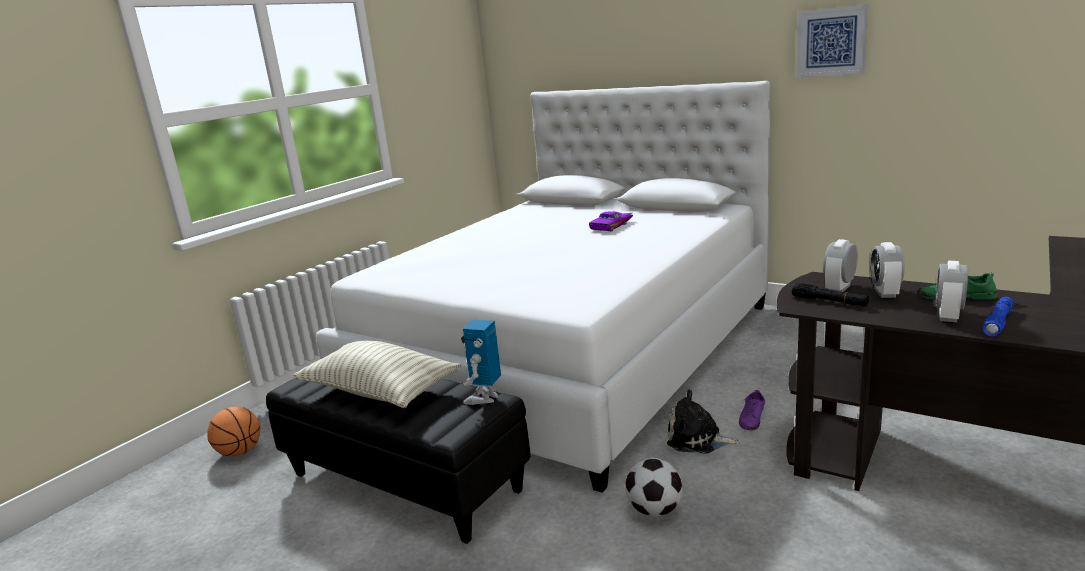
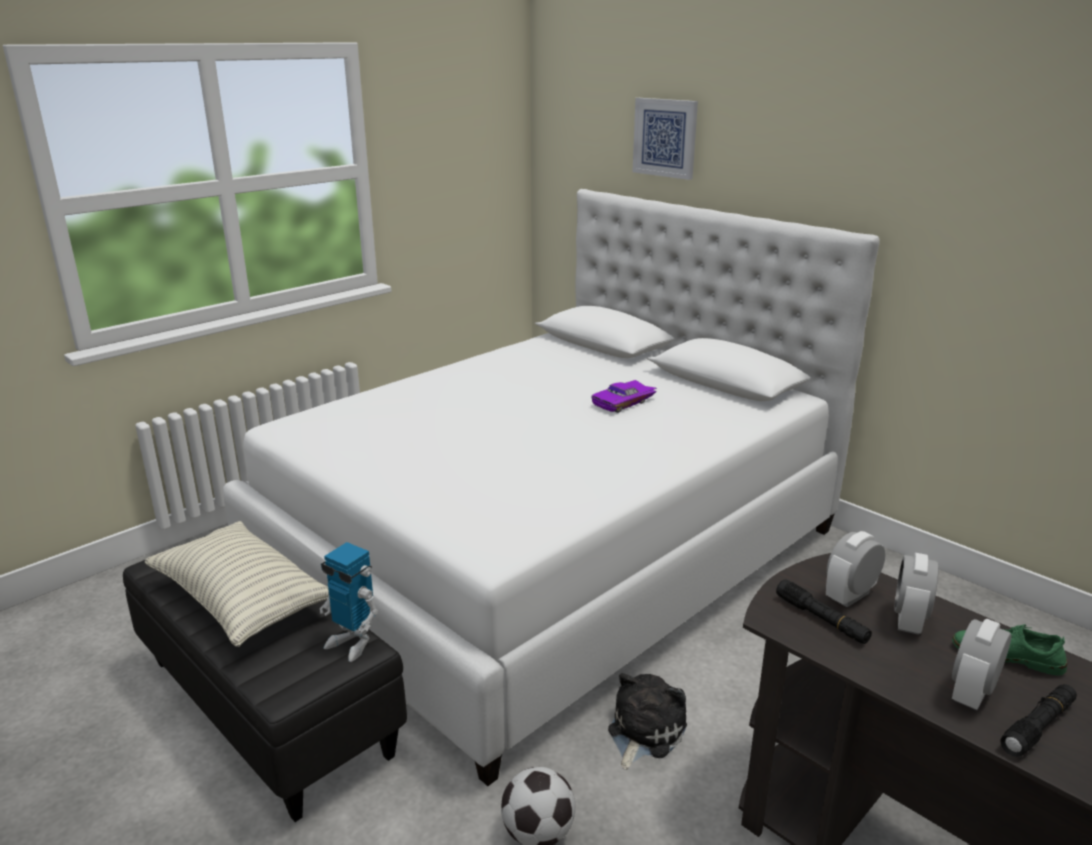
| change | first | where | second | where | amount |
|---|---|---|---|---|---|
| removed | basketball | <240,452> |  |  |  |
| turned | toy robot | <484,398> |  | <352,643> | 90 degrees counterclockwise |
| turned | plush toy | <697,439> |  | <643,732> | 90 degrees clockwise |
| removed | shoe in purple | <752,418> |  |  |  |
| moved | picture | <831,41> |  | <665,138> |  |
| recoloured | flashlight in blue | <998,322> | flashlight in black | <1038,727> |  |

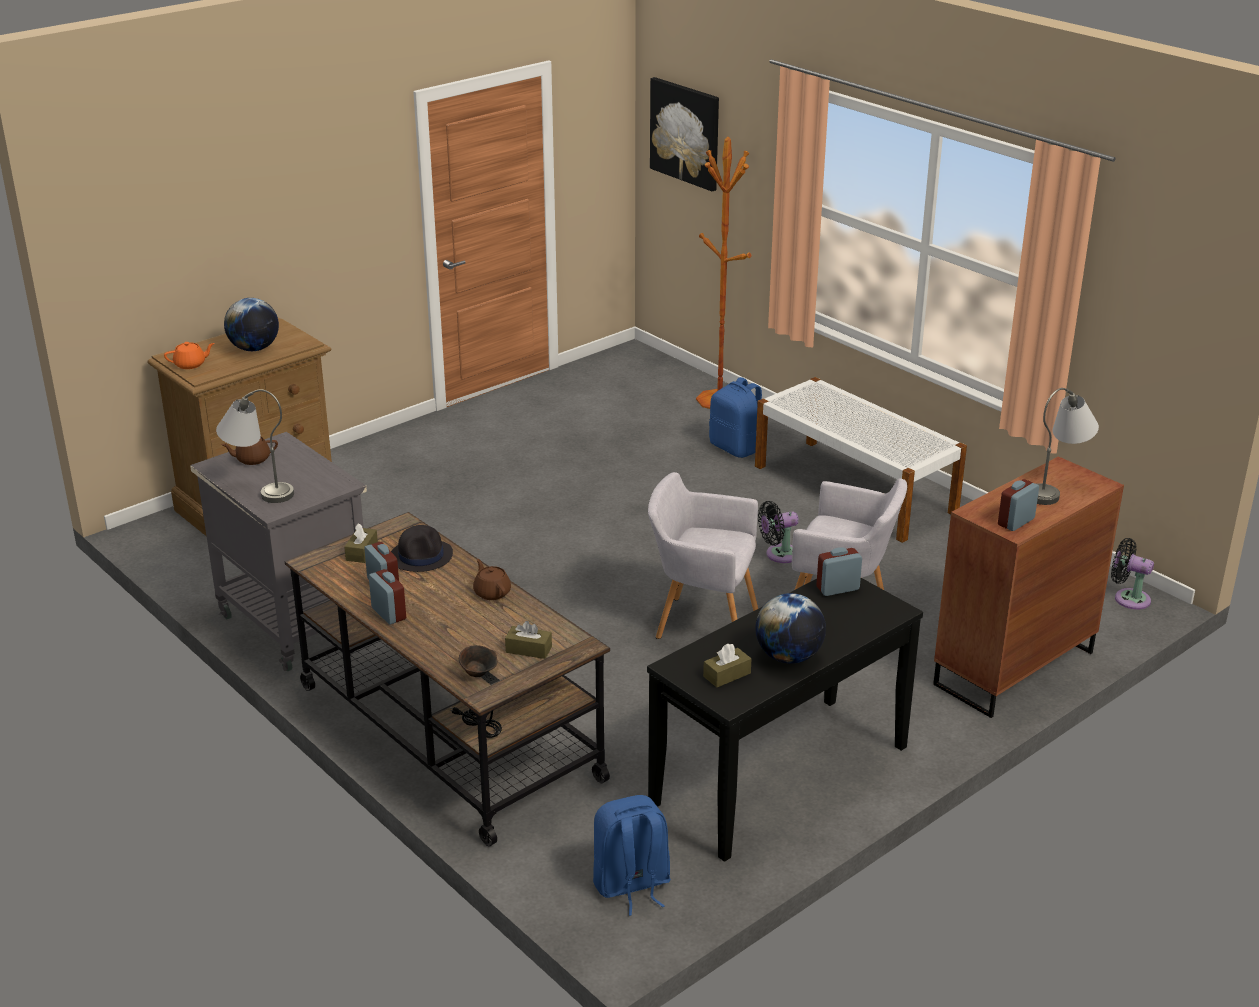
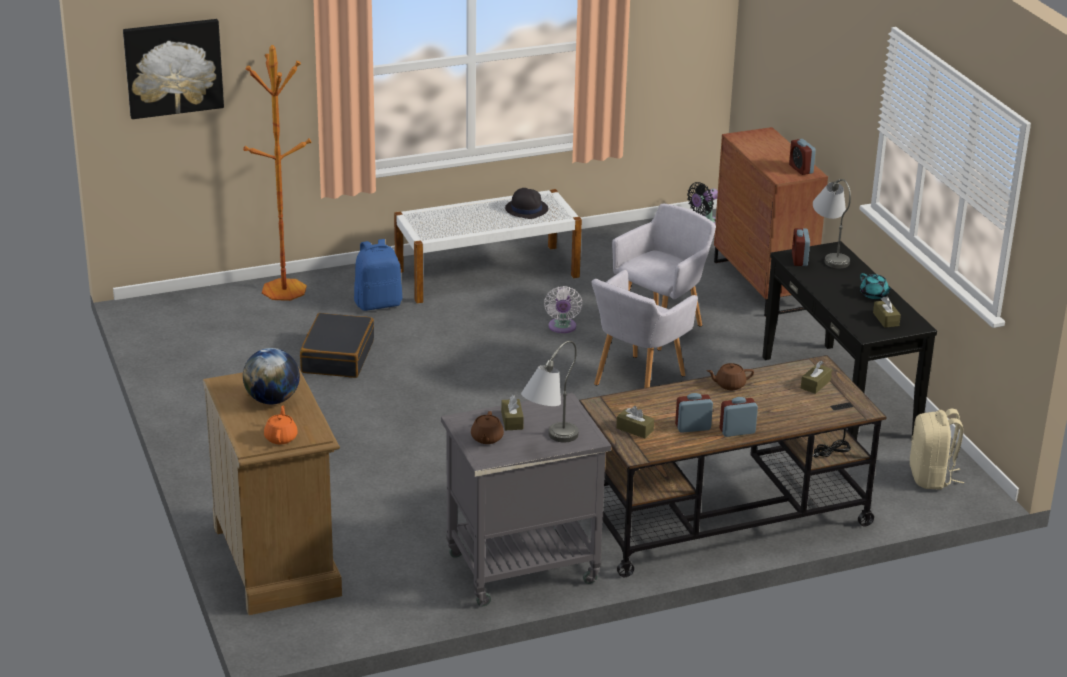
| change | first | where | second | where | amount |
|---|---|---|---|---|---|
| moved | hat in black | <421,556> |  | <526,209> |  |
| removed | bowl in brown | <478,673> |  |  |  |
| recoloured | backpack in blue | <631,885> | backpack in beige | <931,477> |  |
| replaced | globe | <789,657> | teapot in turquoise | <874,295> |  |
| recoloured | fan in black | <779,555> | fan in white | <562,328> |  |
| moved | table lamp in grey | <1057,489> |  | <830,254> |  |
| added |  |  | suitcase in black | <337,356> |  |
| added |  |  | tissue box in brown | <512,421> |  |

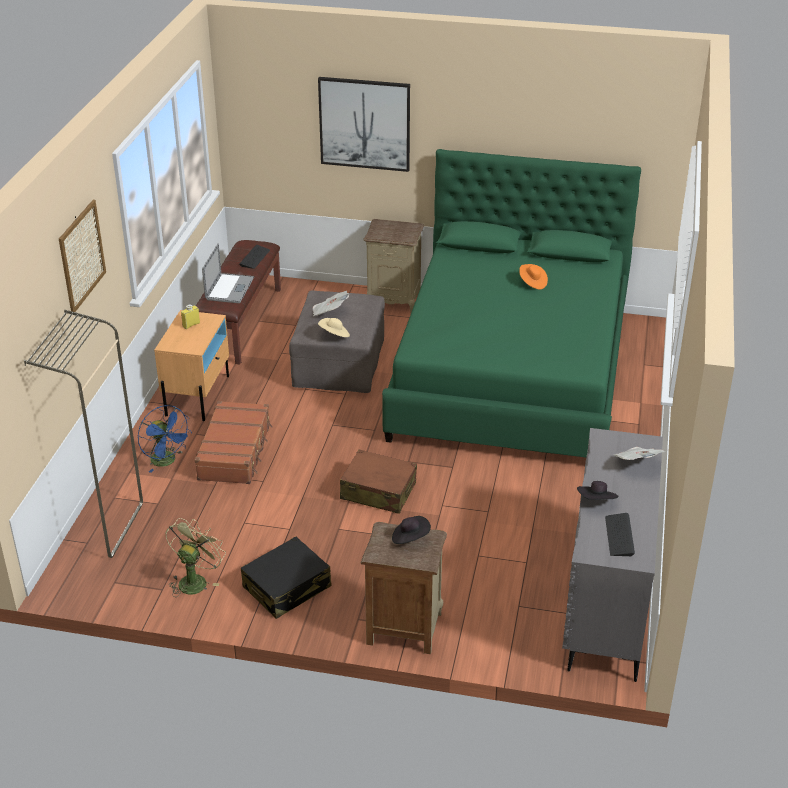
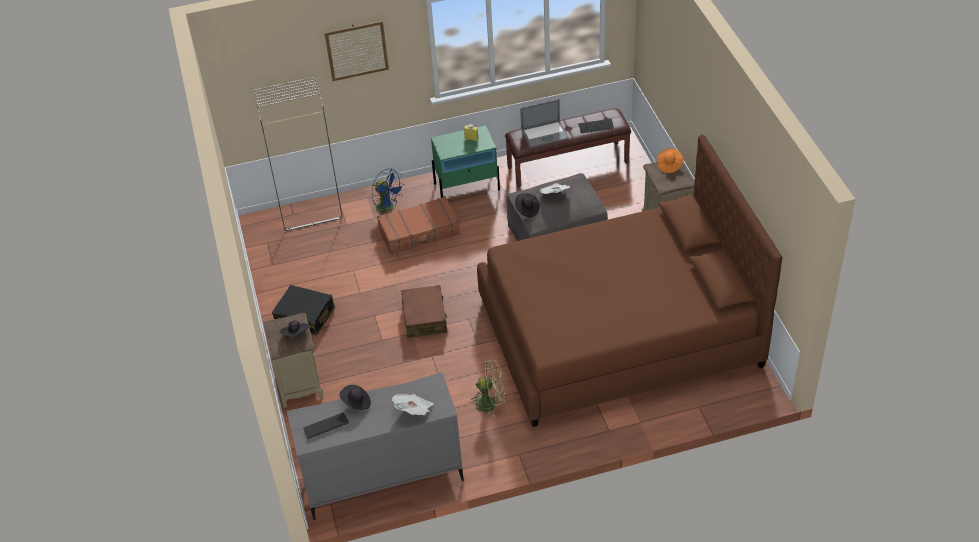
| change | first | where | second | where | amount |
|---|---|---|---|---|---|
| turned | fan in blue | <167,461> |  | <388,208> | 75 degrees counterclockwise |
| recoloured | nightstand in beige | <198,395> | nightstand in green | <467,186> |  |
| moved | fan in green | <195,580> |  | <491,403> |  |
| removed | picture | <364,123> |  |  |  |
| recoloured | hat in beige | <334,335> | hat in black | <527,210> |  |
| recoloured | bed in green | <511,374> | bed in brown | <619,331> |  |
| moved | hat in orange | <532,283> |  | <669,165> |  |

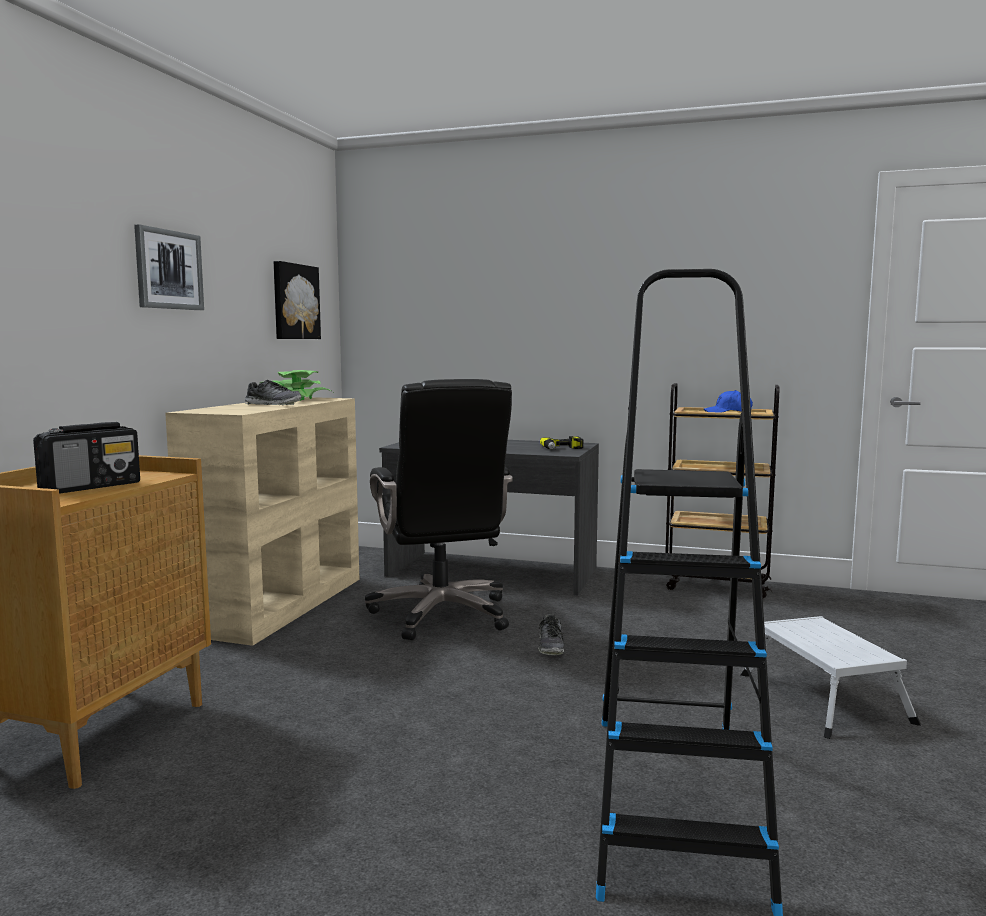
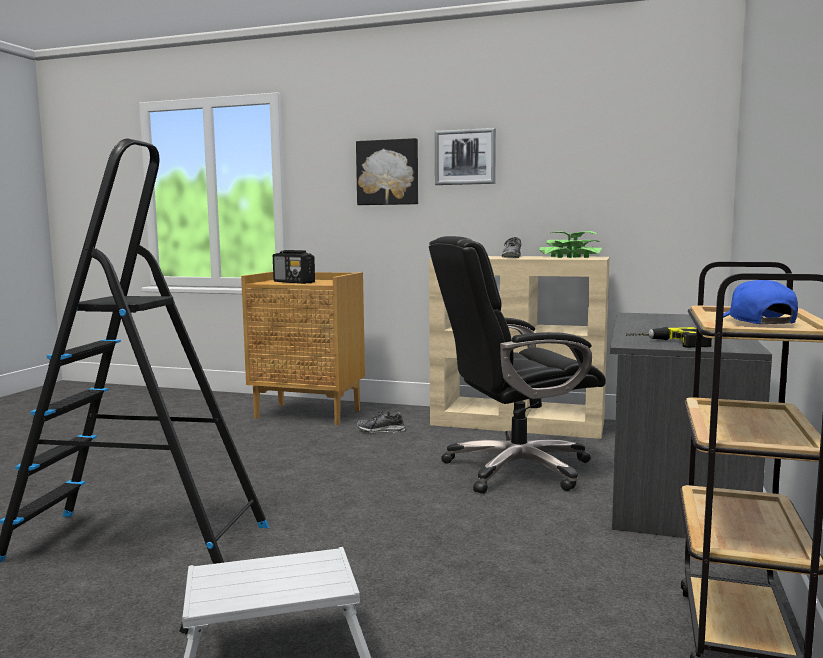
| change | first | where | second | where | amount |
|---|---|---|---|---|---|
| moved | picture | <294,302> |  | <388,172> |  |
| moved | shoe | <551,646> |  | <381,430> |  |

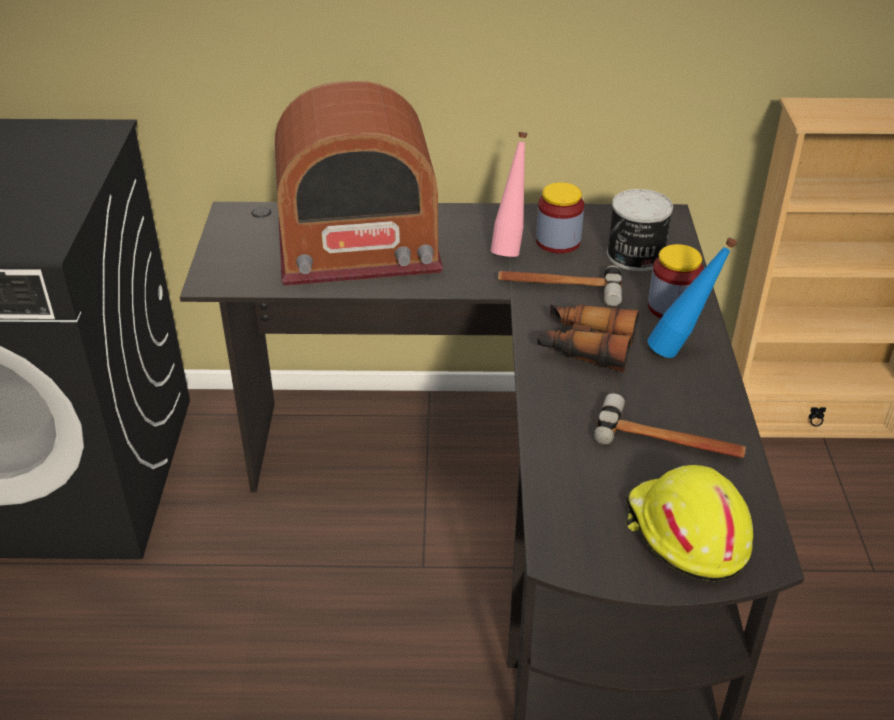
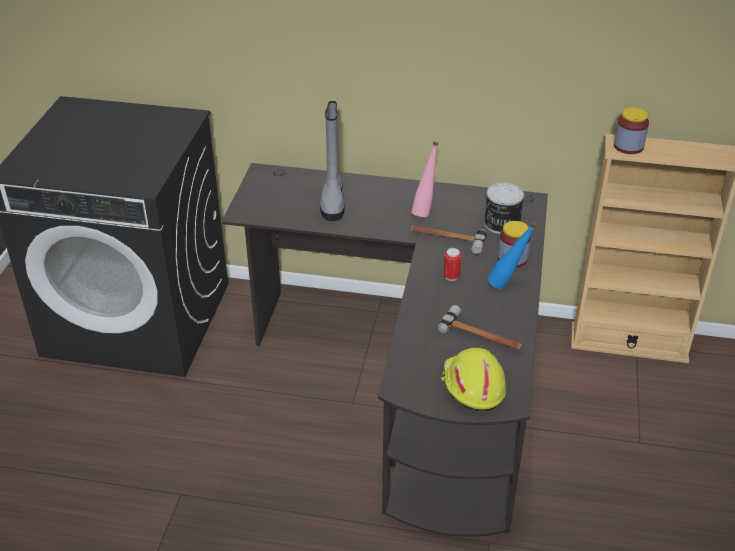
| change | first | where | second | where | amount |
|---|---|---|---|---|---|
| replaced | radio | <358,247> | boot in grey | <332,201> |  |
| moved | jar | <558,241> |  | <628,146> |  |
| replaced | binoculars | <585,346> | can | <451,276> |  |

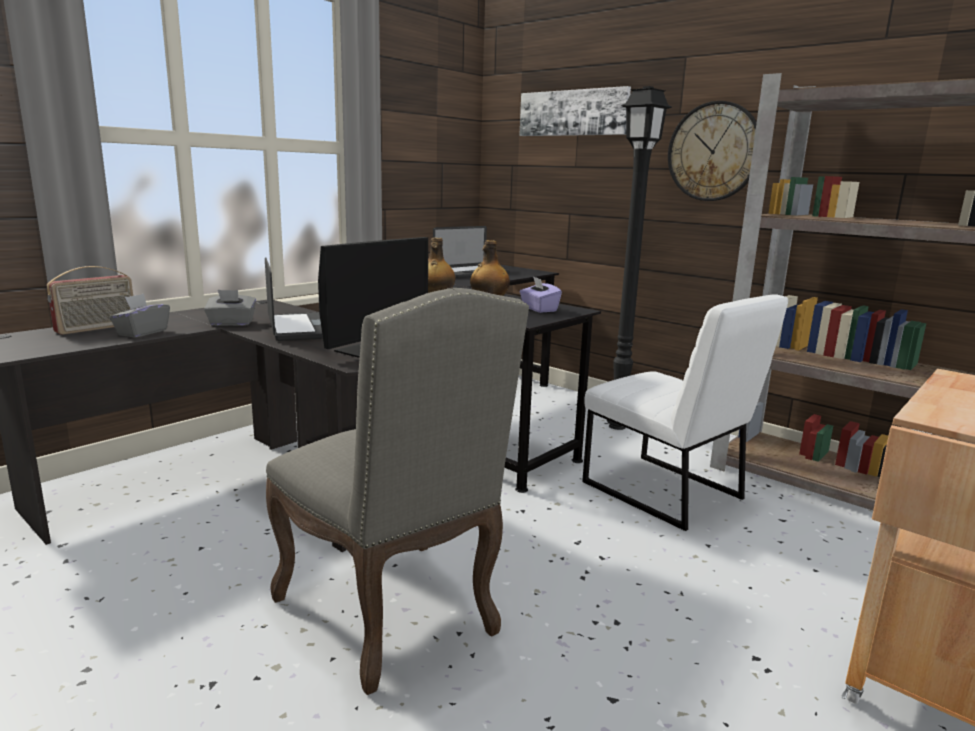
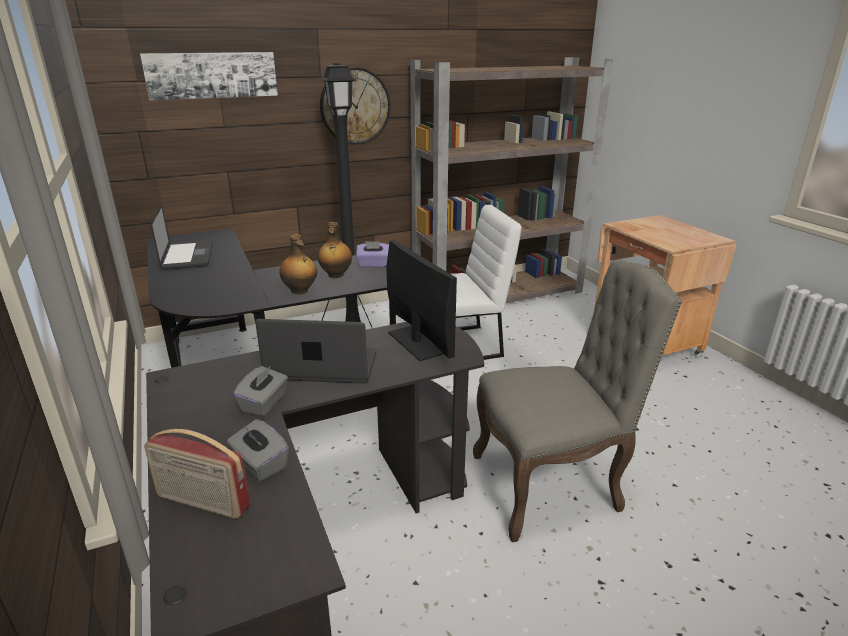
| change | first | where | second | where | amount |
|---|---|---|---|---|---|
| turned | radio | <97,328> |  | <202,502> | 135 degrees clockwise |

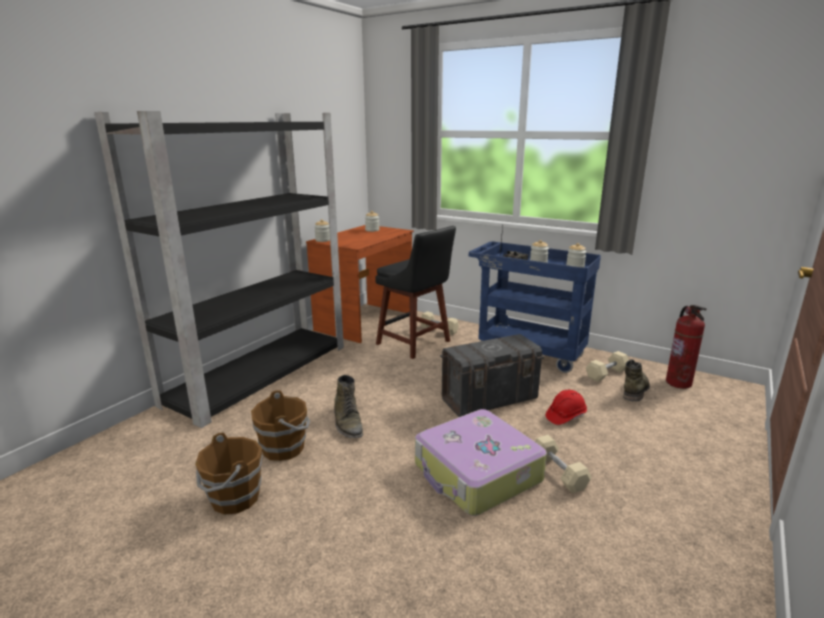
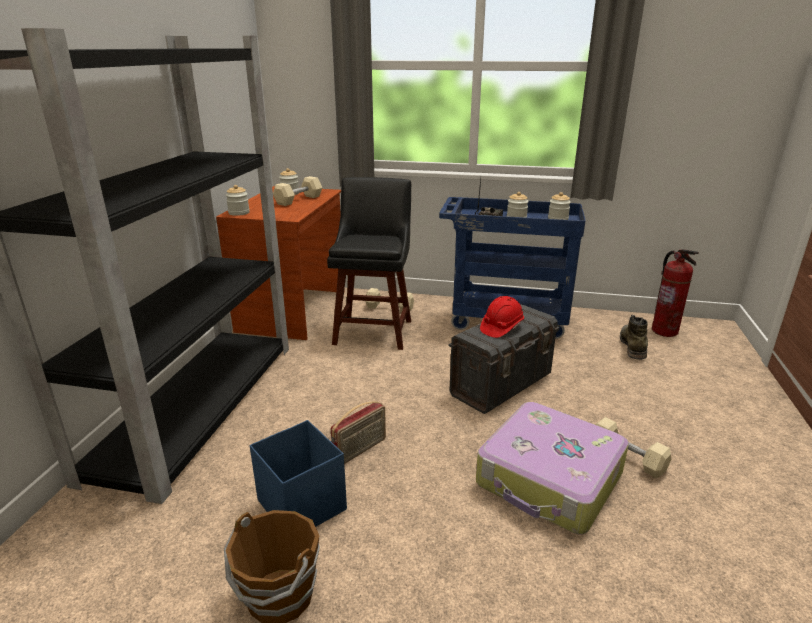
| change | first | where | second | where | amount |
|---|---|---|---|---|---|
| replaced | bucket in brown | <285,448> | storage box in blue | <302,504> |  |
| replaced | boot in green | <347,423> | radio | <360,450> |  |
| turned | chair in black | <416,343> |  | <374,330> | 105 degrees counterclockwise |
| moved | hard hat in red | <565,416> |  | <501,327> |  |
| moved | dumbbell in beige | <606,374> |  | <298,200> |  |

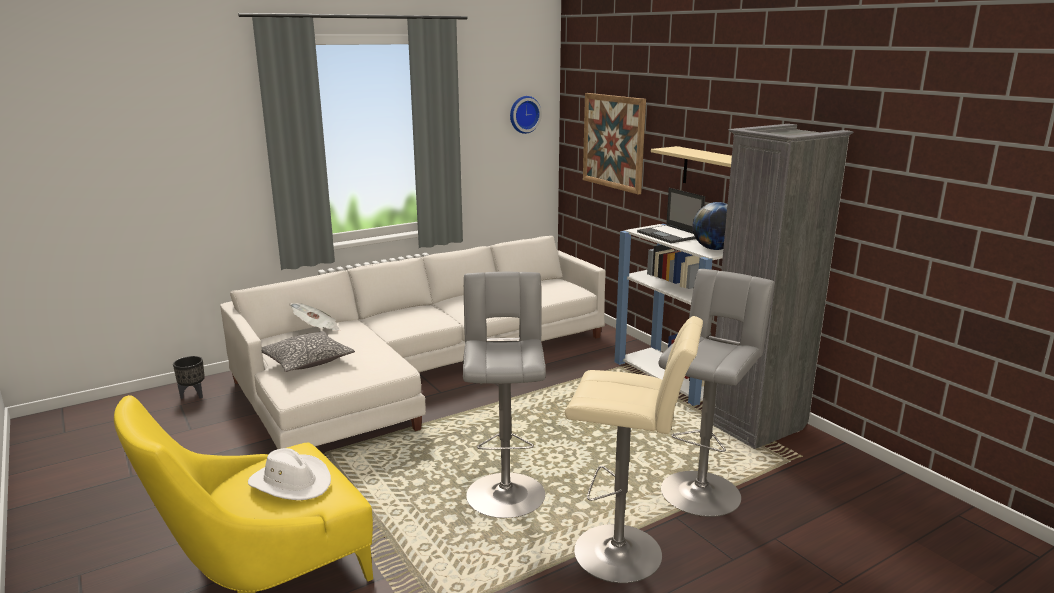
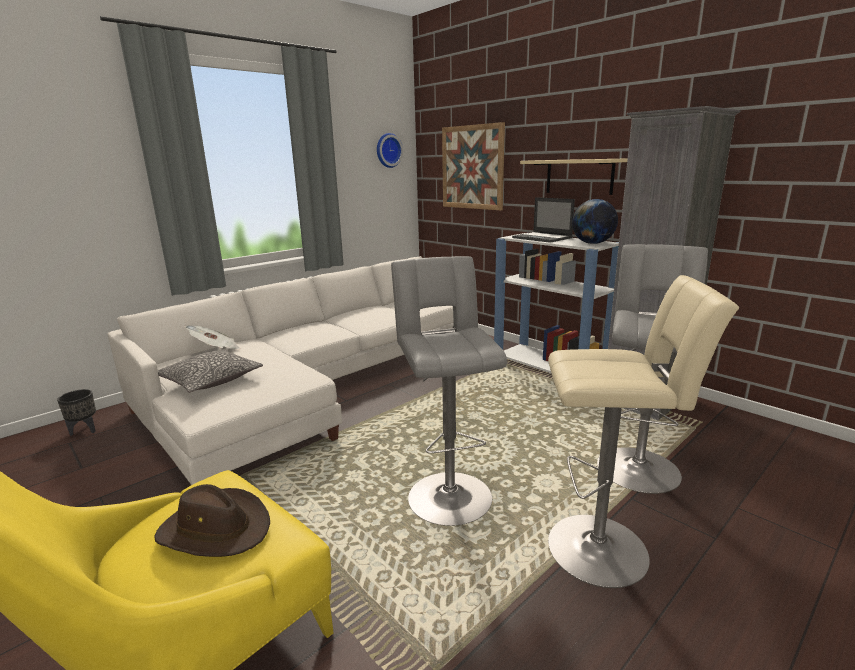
| change | first | where | second | where | amount |
|---|---|---|---|---|---|
| recoloured | hat in white | <291,482> | hat in brown | <216,529> |  |

